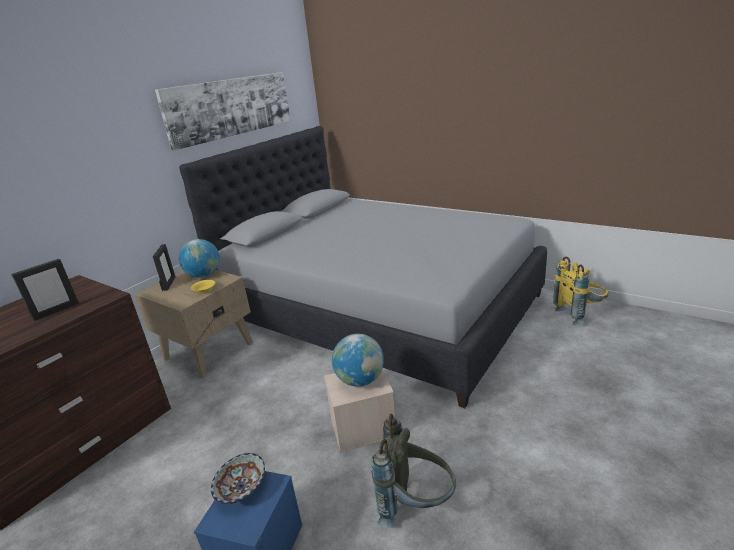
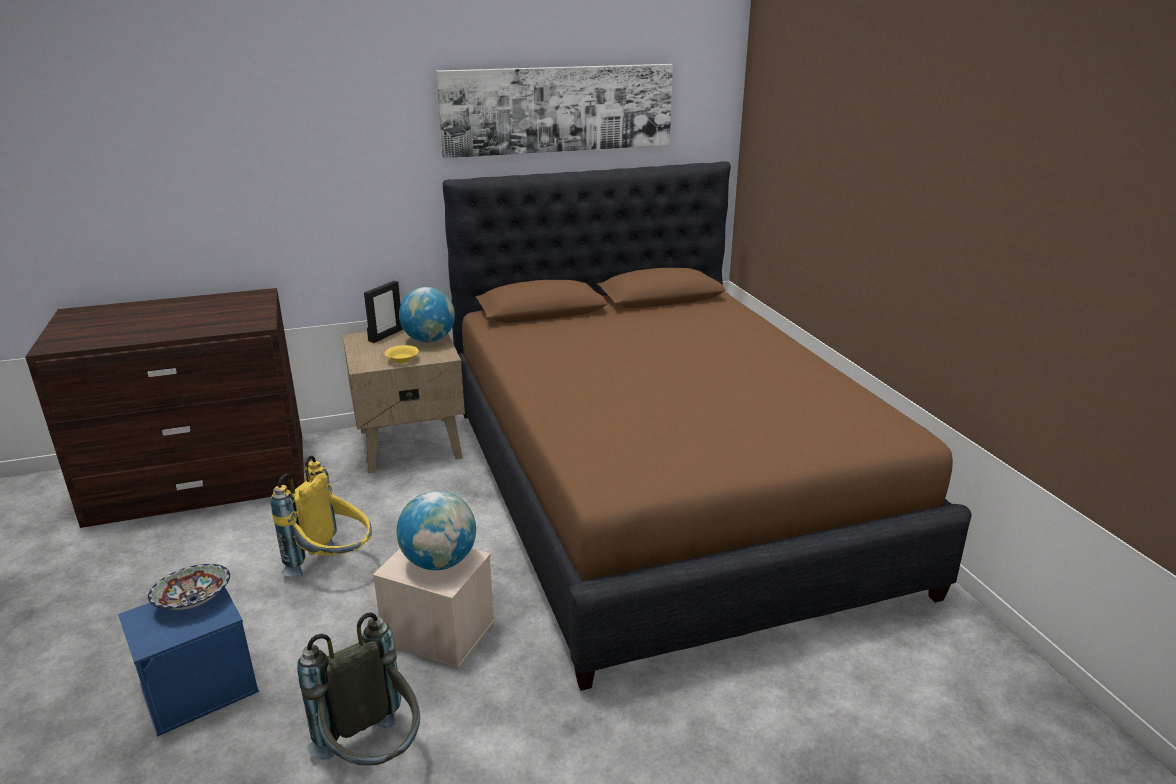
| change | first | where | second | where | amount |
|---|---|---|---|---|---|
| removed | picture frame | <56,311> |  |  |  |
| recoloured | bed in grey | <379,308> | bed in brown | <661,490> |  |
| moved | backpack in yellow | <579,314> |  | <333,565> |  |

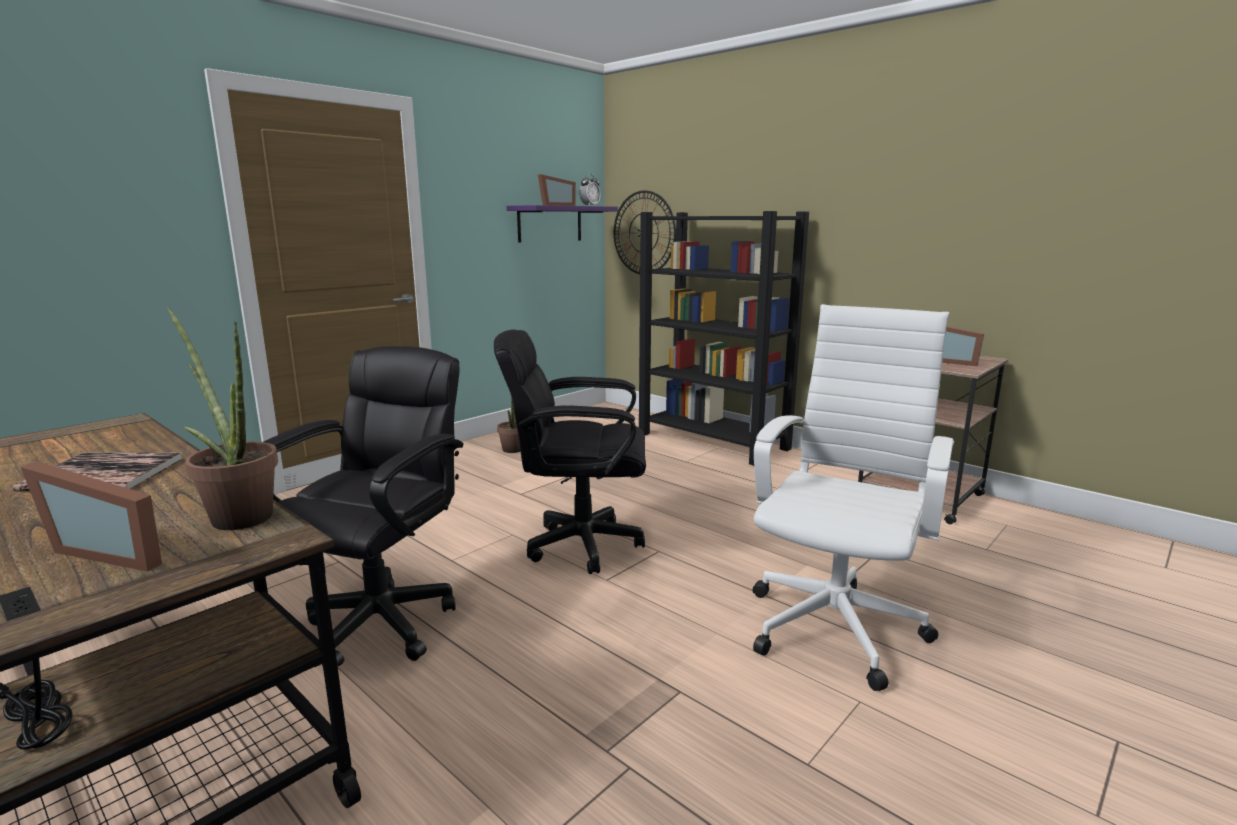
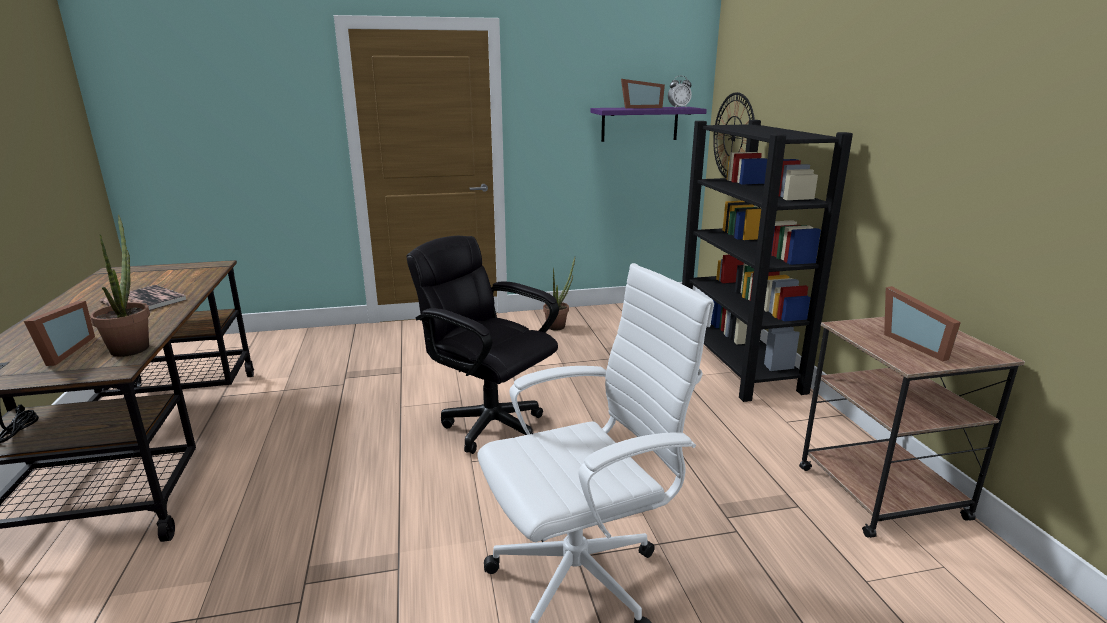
| change | first | where | second | where | amount |
|---|---|---|---|---|---|
| turned | picture frame | <115,551> |  | <61,352> | 150 degrees counterclockwise |
| removed | office chair in black | <385,621> |  |  |  |

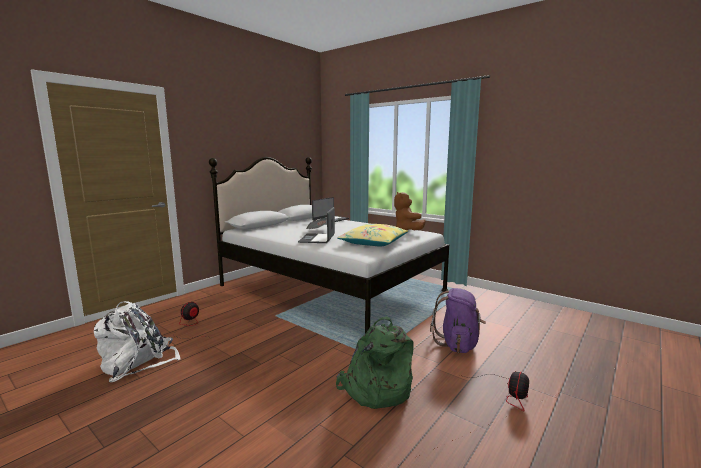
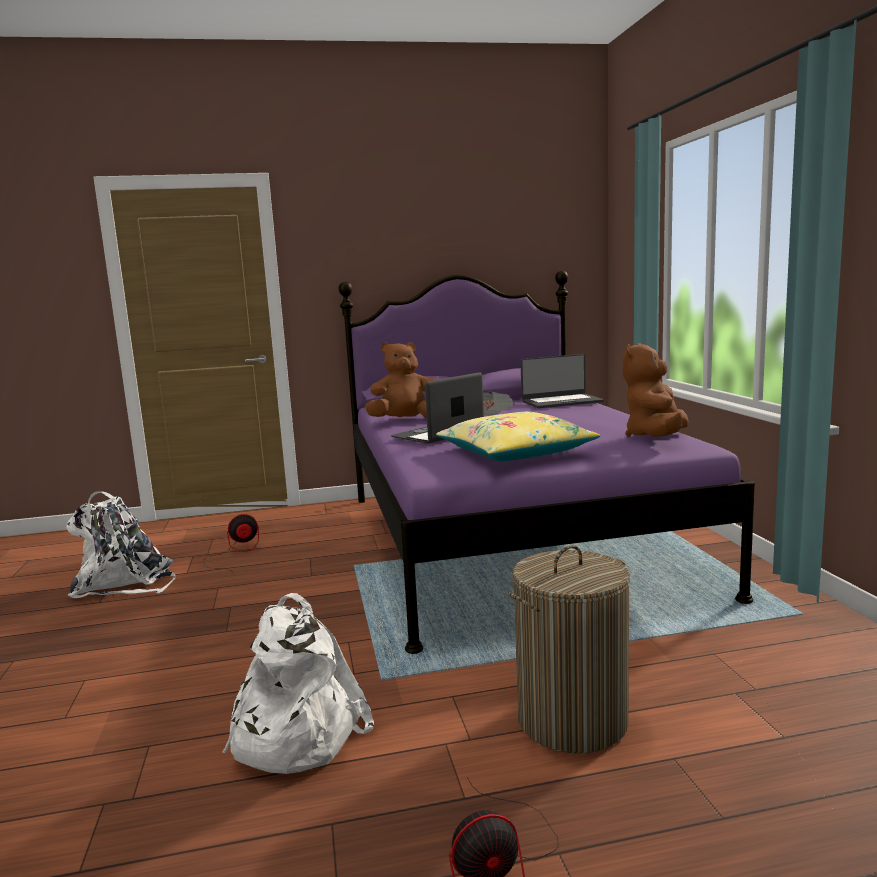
| change | first | where | second | where | amount |
|---|---|---|---|---|---|
| recoloured | bed in white | <330,288> | bed in purple | <511,540> |  |
| recoloured | backpack in green | <375,389> | backpack in white | <293,733> |  |
| replaced | backpack in purple | <457,344> | laundry basket | <572,720> |  |
| added |  |  | plush toy in brown | <406,420> |  |

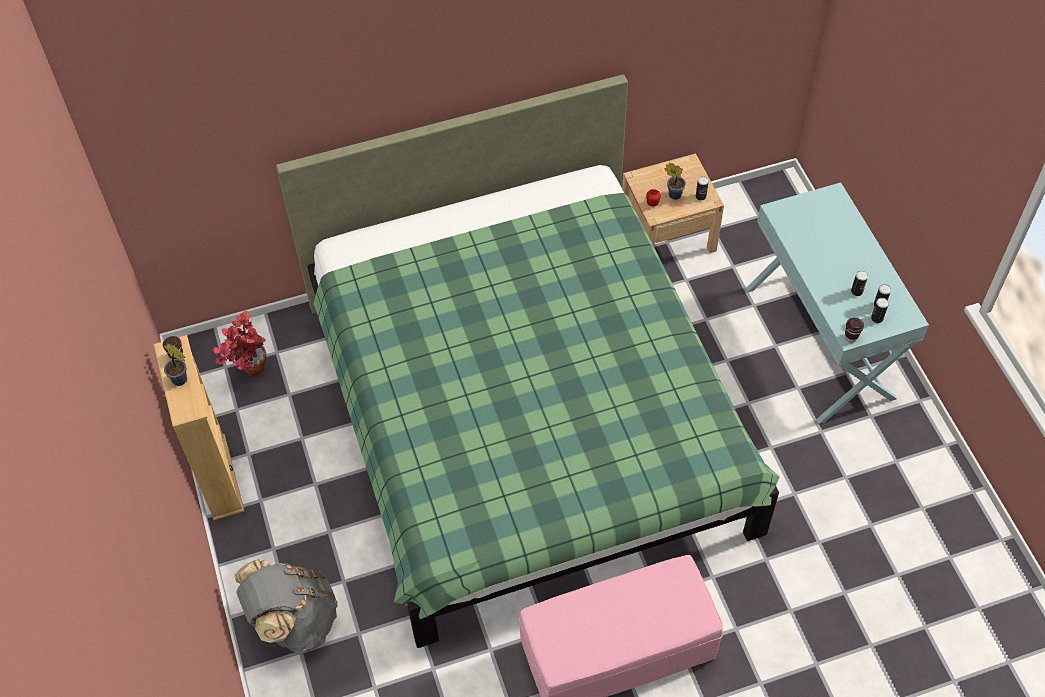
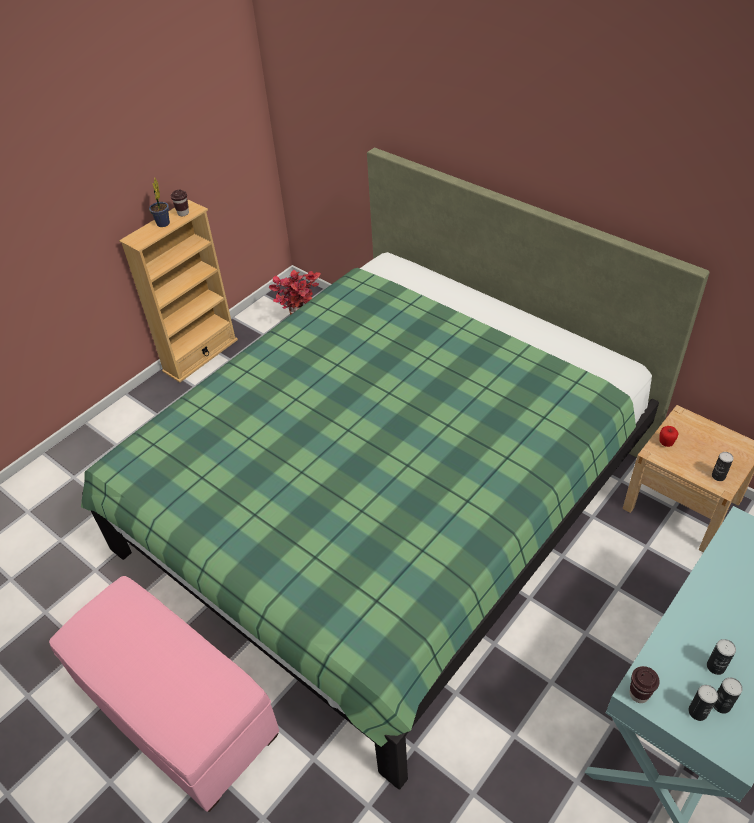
| change | first | where | second | where | amount |
|---|---|---|---|---|---|
| removed | backpack in grey | <294,620> |  |  |  |
| removed | potted plant | <673,194> |  |  |  |

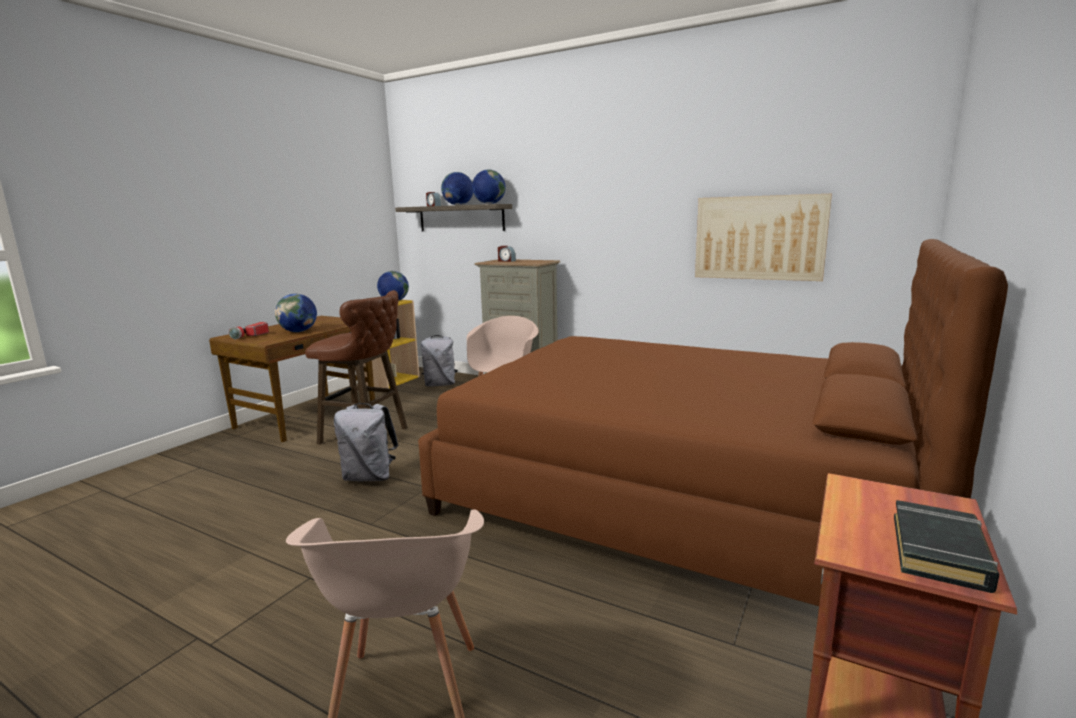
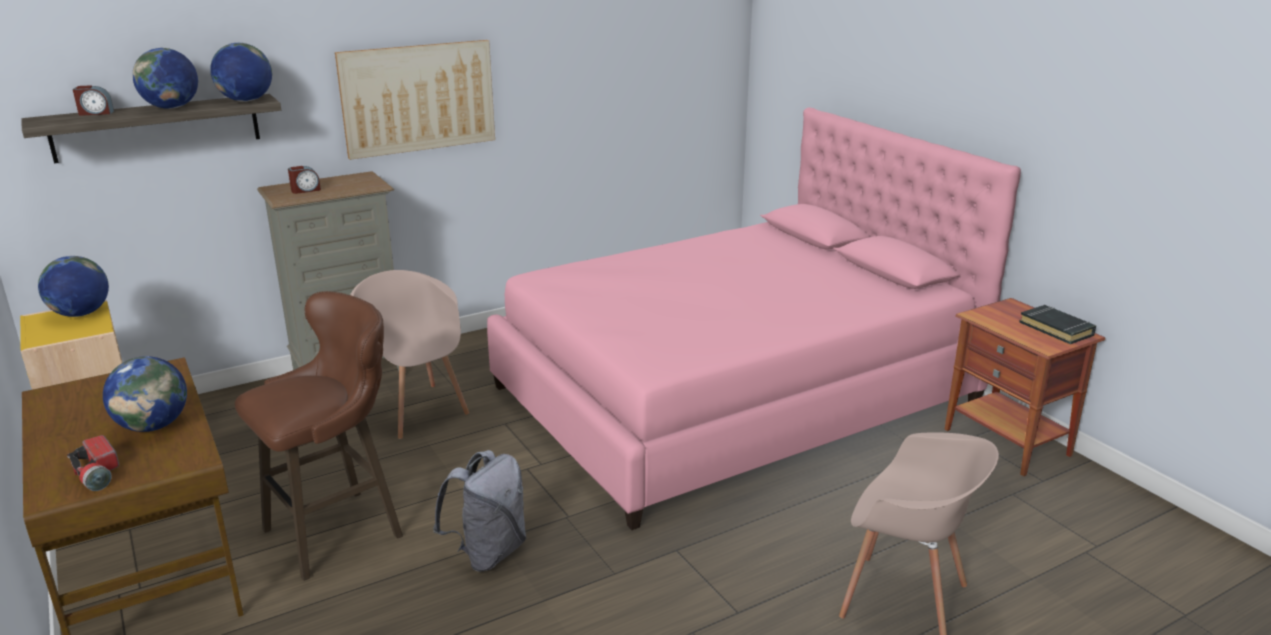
| change | first | where | second | where | amount |
|---|---|---|---|---|---|
| recoloured | bed in brown | <677,497> | bed in pink | <734,395> |  |
| removed | backpack in grey | <440,385> |  |  |  |
| moved | picture | <759,238> |  | <418,98> |  |

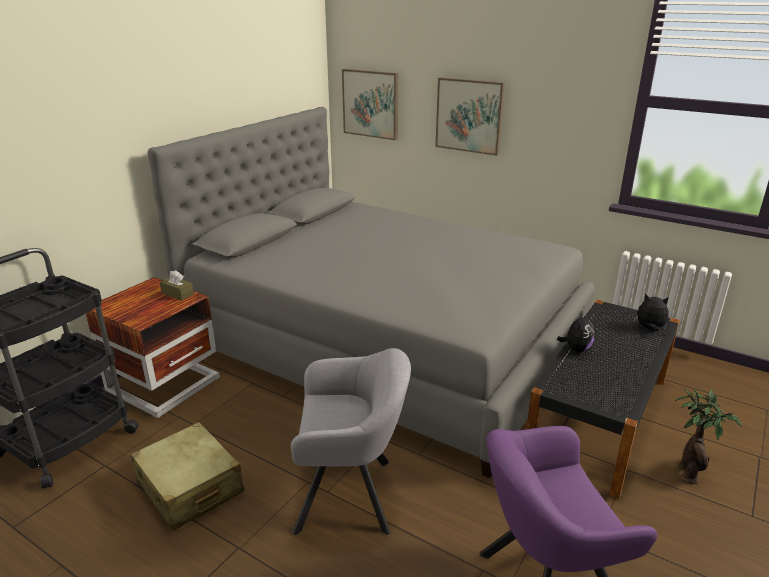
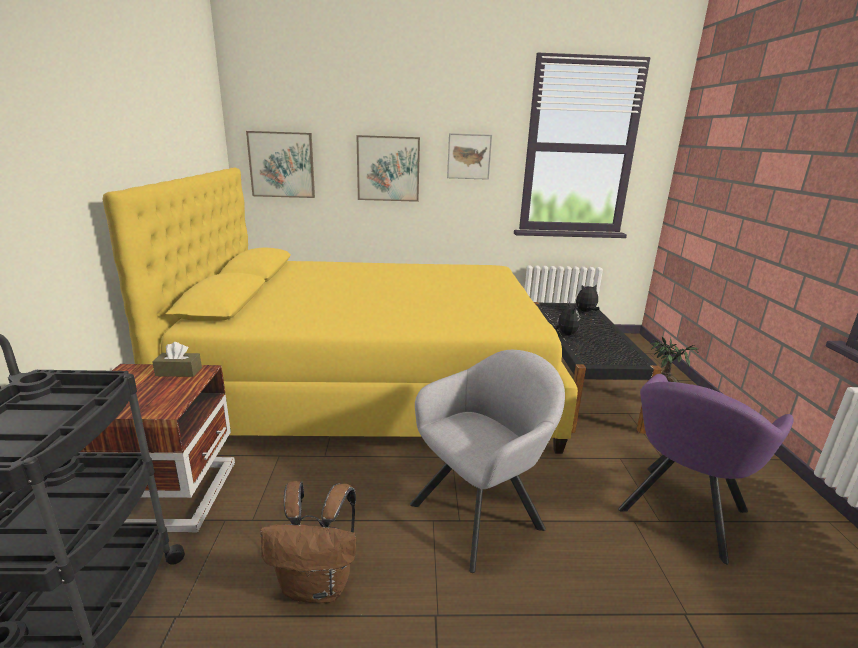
| change | first | where | second | where | amount |
|---|---|---|---|---|---|
| replaced | suitcase in beige | <190,487> | backpack in brown | <318,585> |  |
| recoloured | bed in grey | <384,344> | bed in yellow | <373,383> |  |
| added |  |  | picture | <469,156> |  |

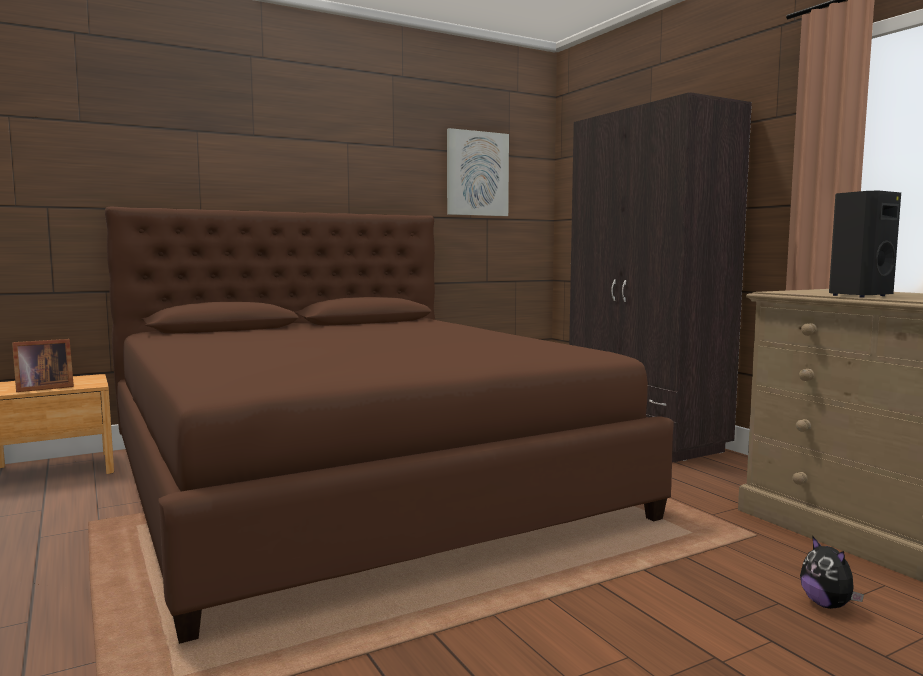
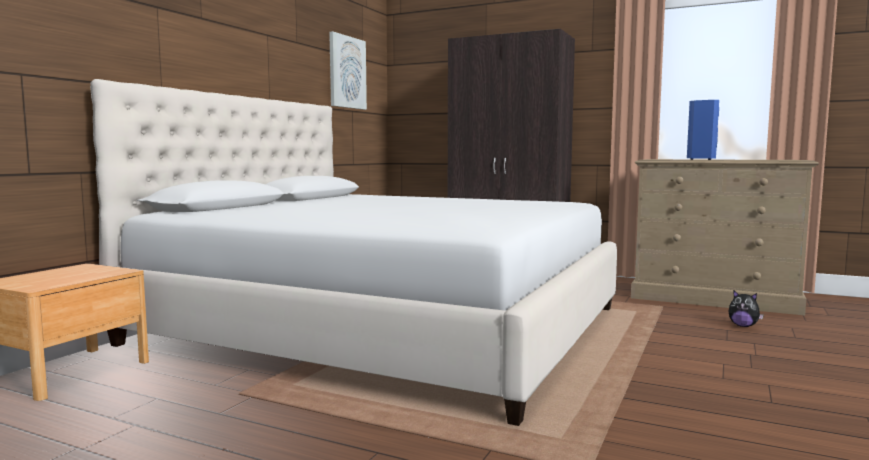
| change | first | where | second | where | amount |
|---|---|---|---|---|---|
| removed | picture frame | <42,388> |  |  |  |
| recoloured | bed in brown | <354,480> | bed in white | <385,325> |  |
| recoloured | speaker in black | <858,295> | speaker in blue | <700,159> |  |

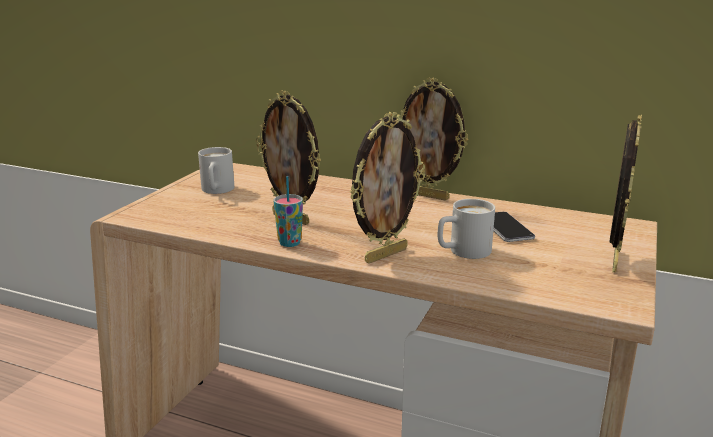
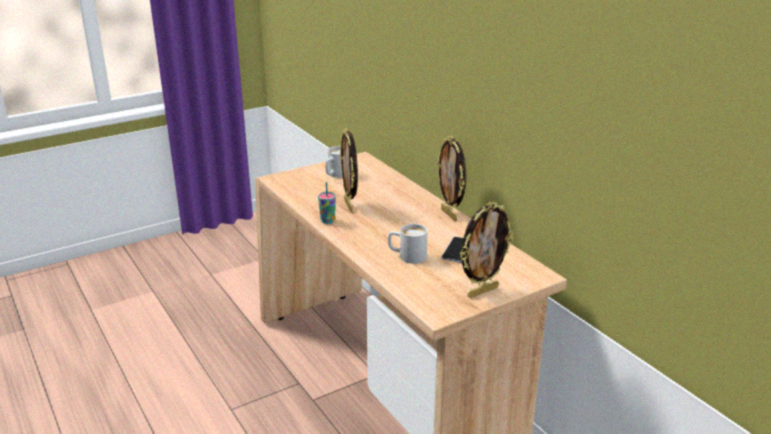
| change | first | where | second | where | amount |
|---|---|---|---|---|---|
| removed | picture frame | <385,255> |  |  |  |

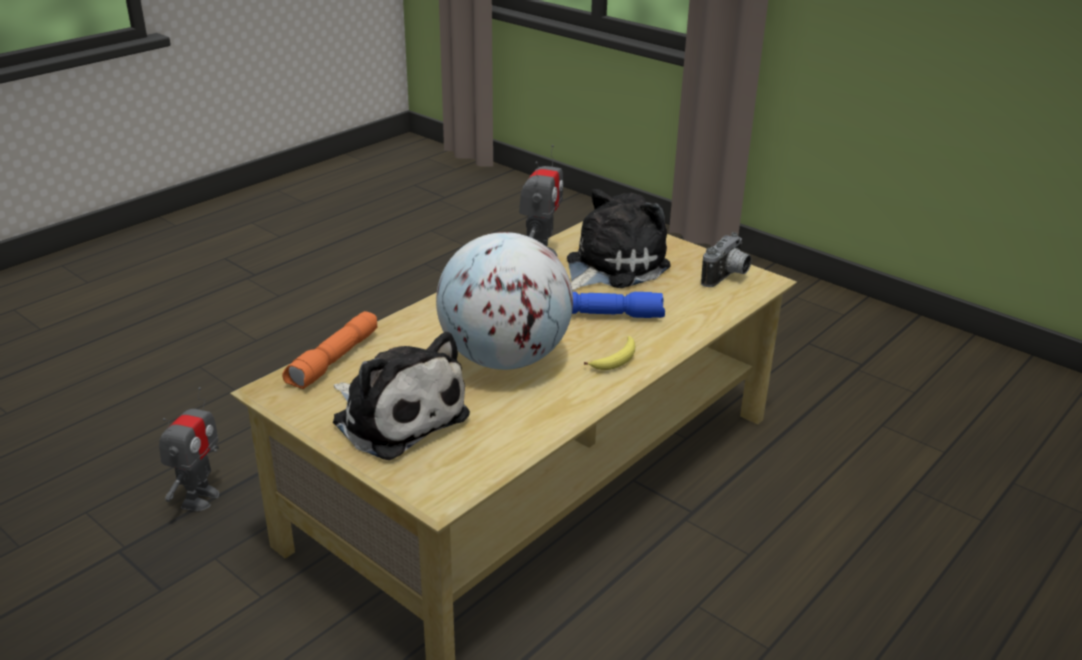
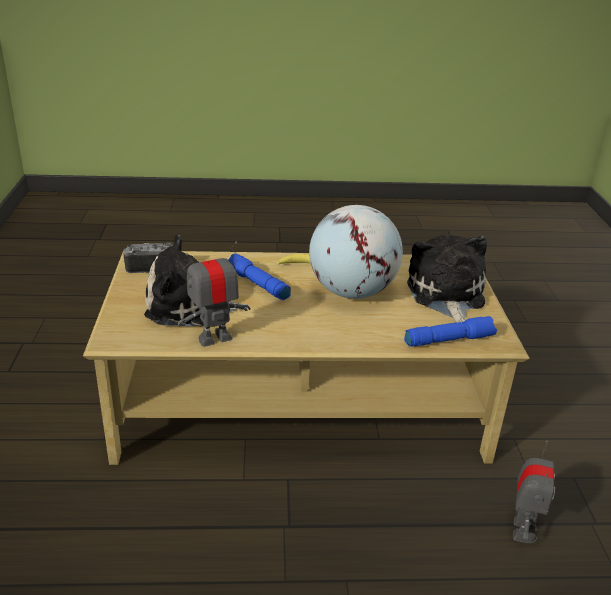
| change | first | where | second | where | amount |
|---|---|---|---|---|---|
| turned | toy robot | <200,498> |  | <522,530> | 135 degrees clockwise |
| recoloured | flashlight in orange | <334,361> | flashlight in blue | <449,339> |  |

